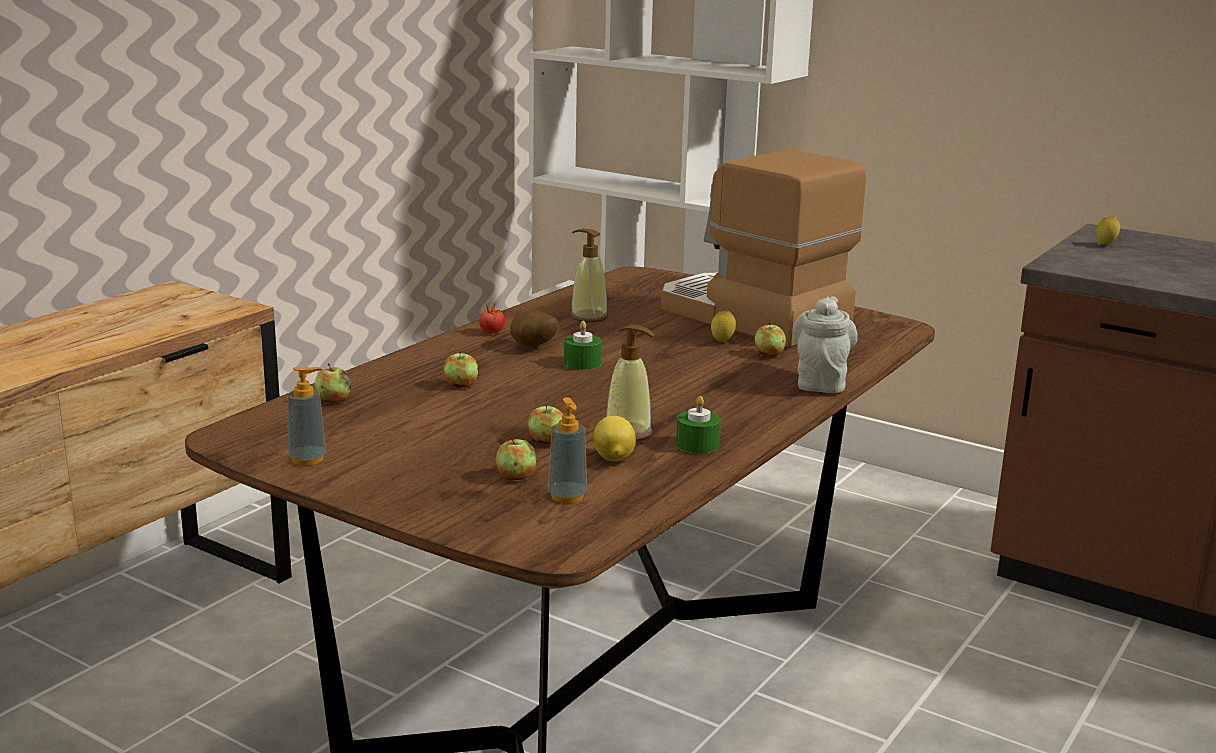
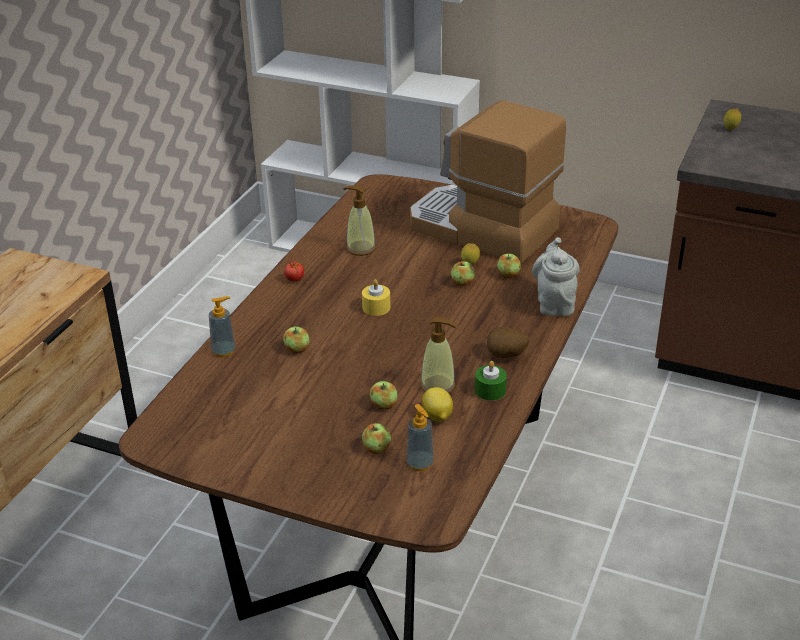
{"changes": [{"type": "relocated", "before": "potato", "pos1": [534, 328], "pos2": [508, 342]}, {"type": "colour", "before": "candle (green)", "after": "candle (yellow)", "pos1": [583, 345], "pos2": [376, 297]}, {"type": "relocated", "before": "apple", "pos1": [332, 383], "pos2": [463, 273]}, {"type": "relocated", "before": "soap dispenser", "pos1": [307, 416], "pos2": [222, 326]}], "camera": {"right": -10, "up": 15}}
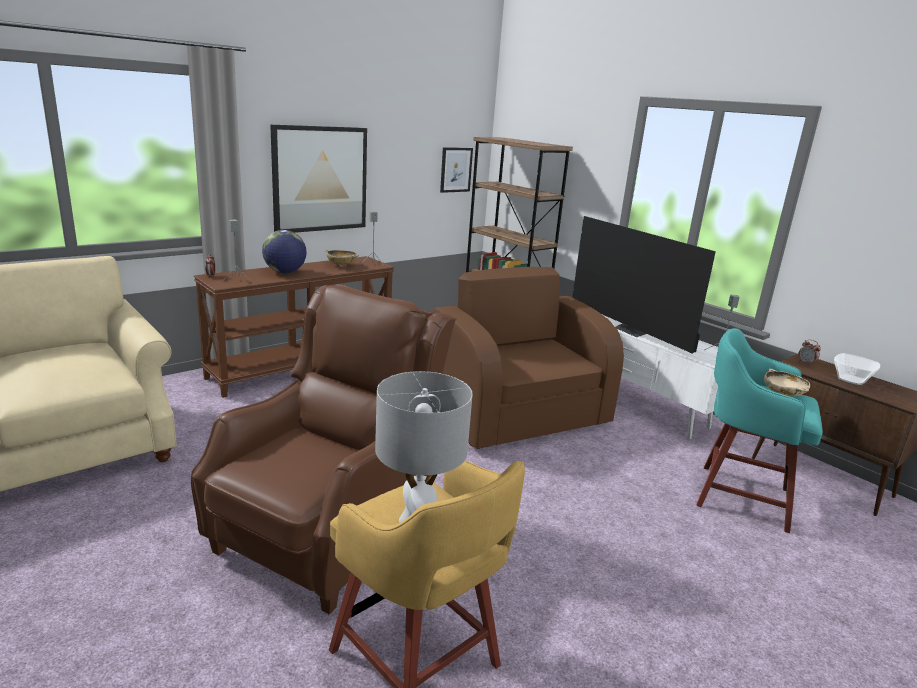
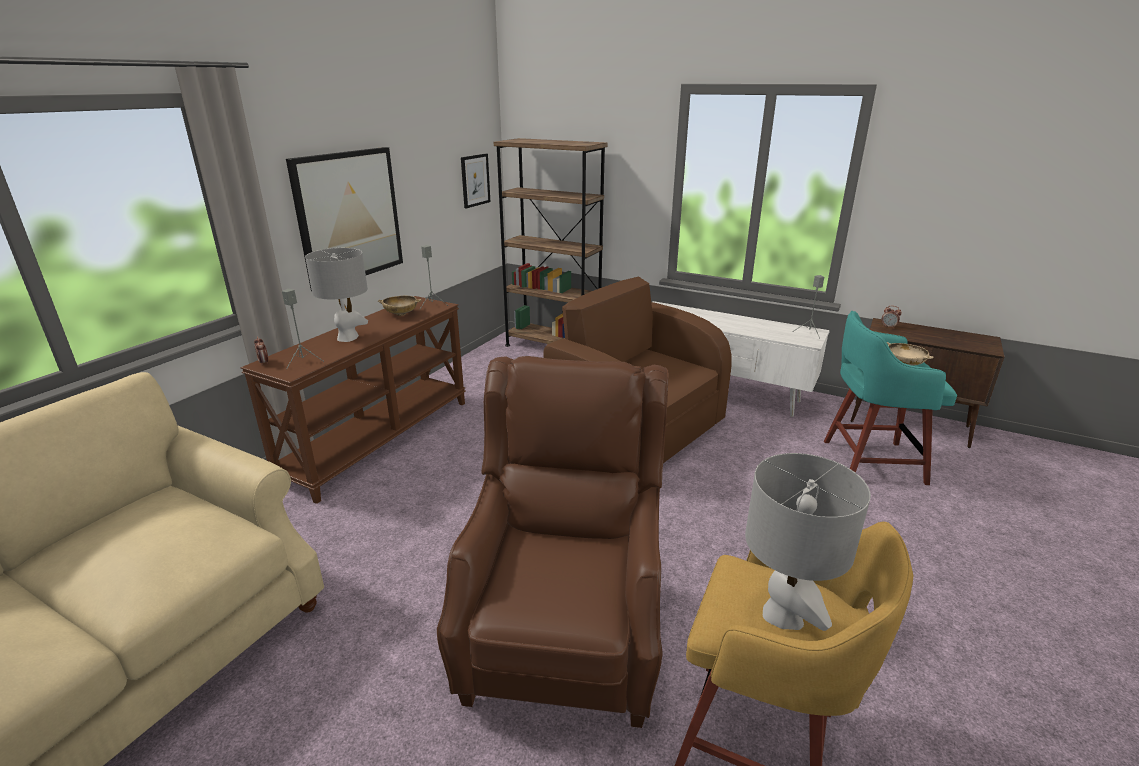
{"changes": [{"type": "missing", "before": "television", "pos1": [644, 284]}, {"type": "exchanged", "before": "globe", "after": "table lamp (grey)", "pos1": [284, 251], "pos2": [336, 295]}, {"type": "missing", "before": "bowl", "pos1": [857, 369]}], "camera": {"right": -20, "up": 5}}
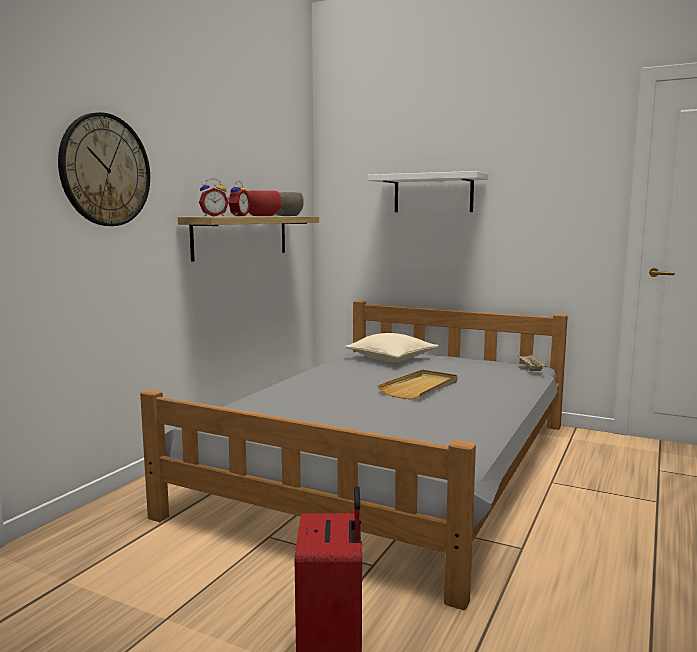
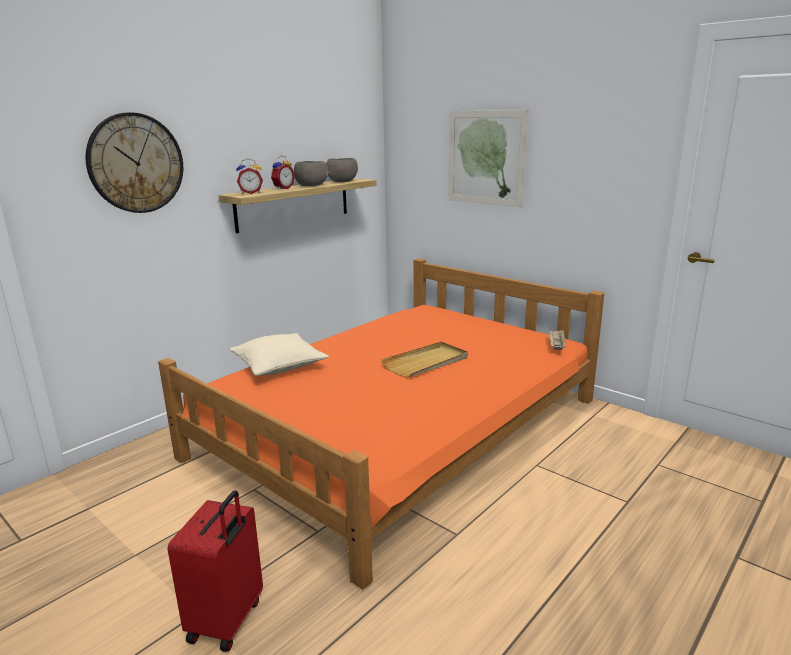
{"changes": [{"type": "exchanged", "before": "shelf (white)", "after": "picture", "pos1": [428, 191], "pos2": [488, 159]}, {"type": "colour", "before": "bowl (red)", "after": "bowl (grey)", "pos1": [265, 203], "pos2": [311, 173]}, {"type": "colour", "before": "bed (grey)", "after": "bed (orange)", "pos1": [354, 455], "pos2": [381, 423]}, {"type": "relocated", "before": "pillow (beige)", "pos1": [392, 347], "pos2": [279, 354]}], "camera": {"right": 15, "up": 10}}
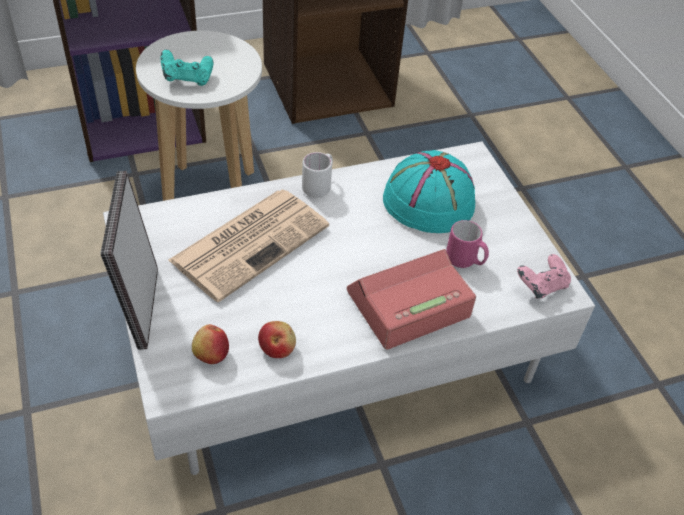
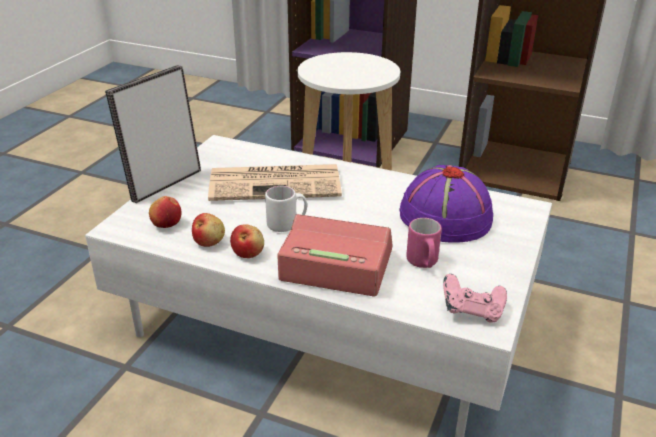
{"changes": [{"type": "missing", "before": "game controller (turquoise)", "pos1": [187, 68]}, {"type": "colour", "before": "hat (turquoise)", "after": "hat (purple)", "pos1": [429, 191], "pos2": [446, 204]}, {"type": "relocated", "before": "mug (white)", "pos1": [317, 175], "pos2": [286, 209]}, {"type": "appeared", "after": "apple", "pos2": [247, 241]}], "camera": {"right": 45, "up": -15}}
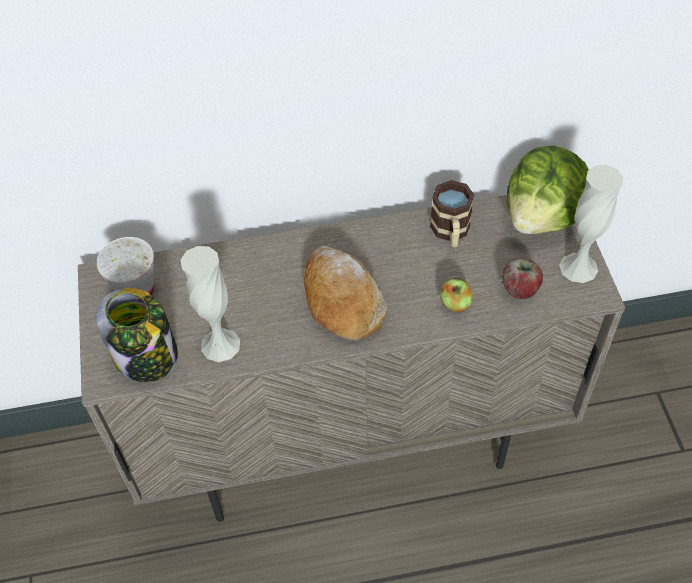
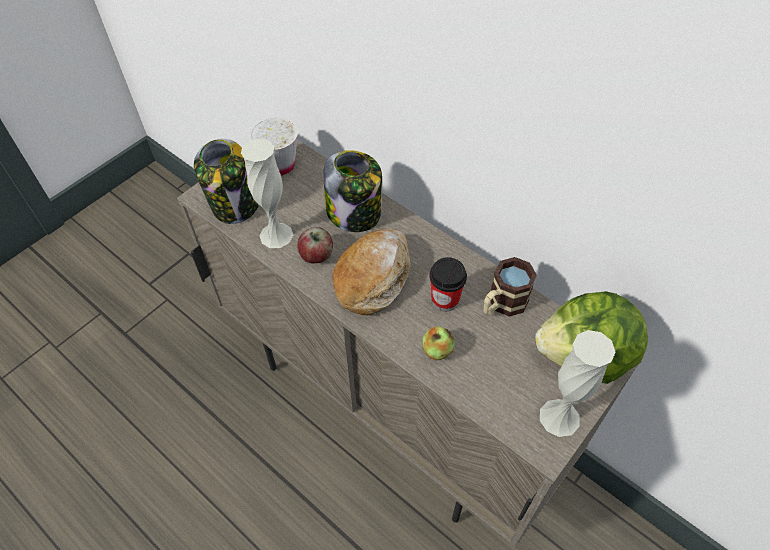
{"changes": [{"type": "relocated", "before": "apple", "pos1": [522, 278], "pos2": [315, 245]}, {"type": "appeared", "after": "jar", "pos2": [352, 191]}, {"type": "appeared", "after": "cup", "pos2": [448, 284]}], "camera": {"right": 50, "up": 0}}
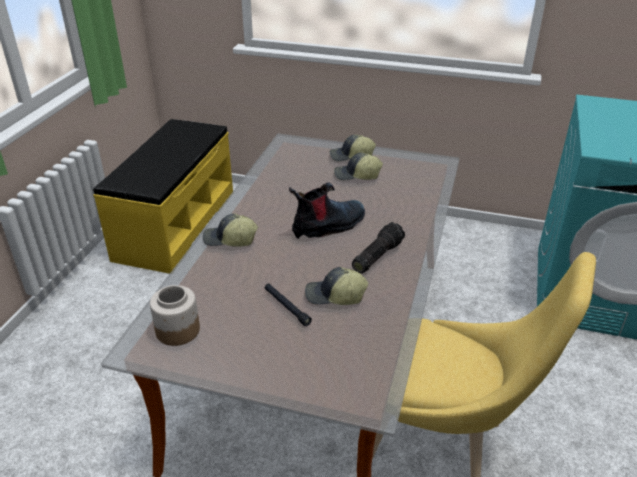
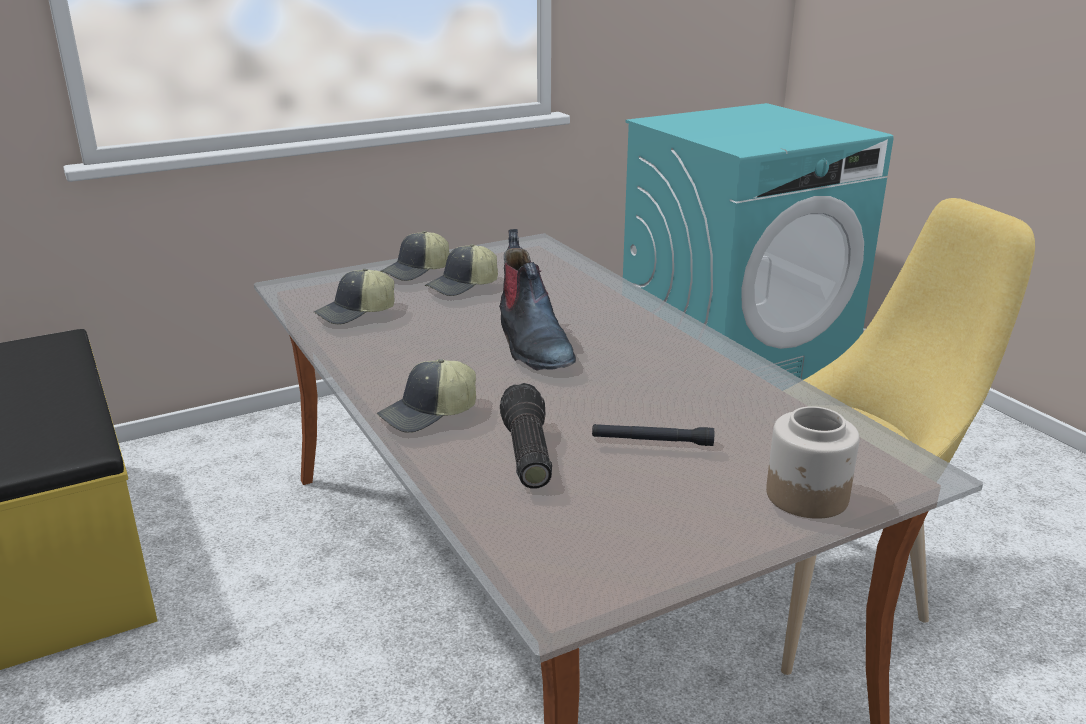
{"changes": [{"type": "spun", "before": "boot", "pos1": [327, 210], "pos2": [537, 300], "turn": 150}, {"type": "relocated", "before": "flashlight", "pos1": [378, 247], "pos2": [526, 436]}, {"type": "relocated", "before": "cap", "pos1": [337, 286], "pos2": [354, 296]}, {"type": "relocated", "before": "jar", "pos1": [175, 315], "pos2": [813, 462]}], "camera": {"right": -45, "up": -10}}
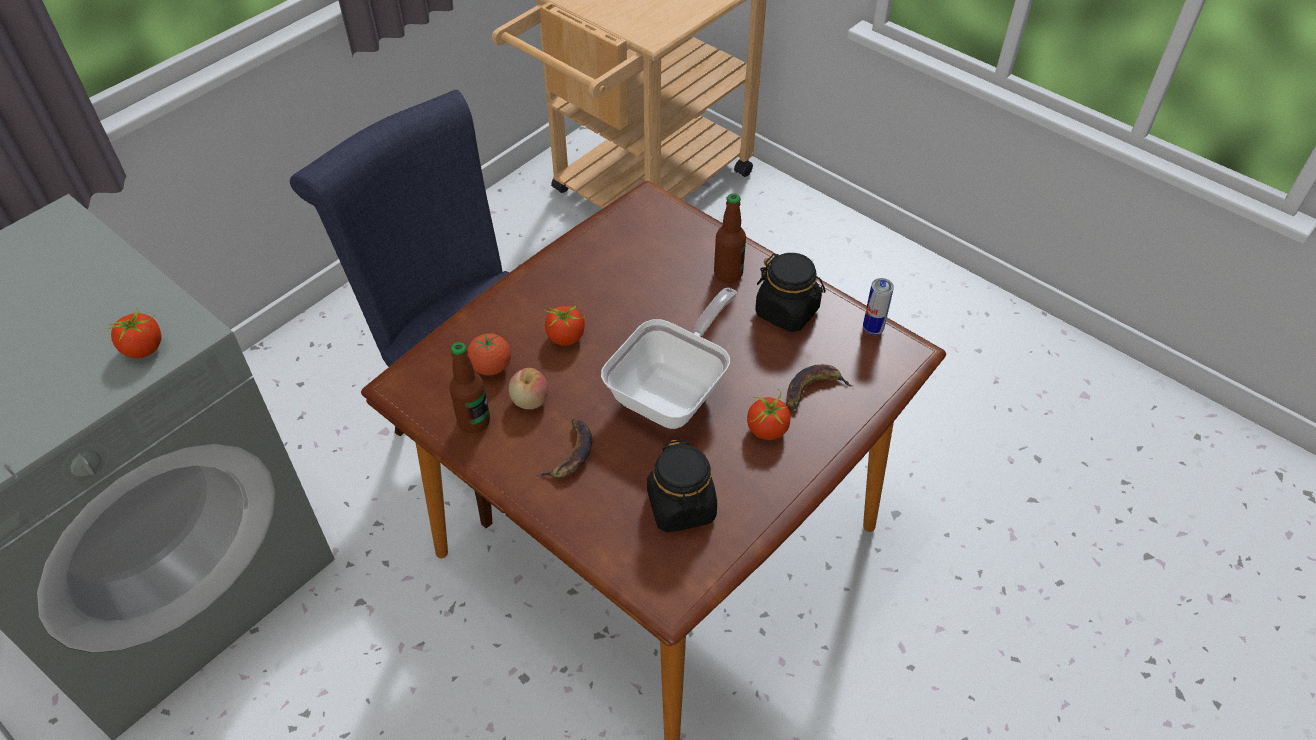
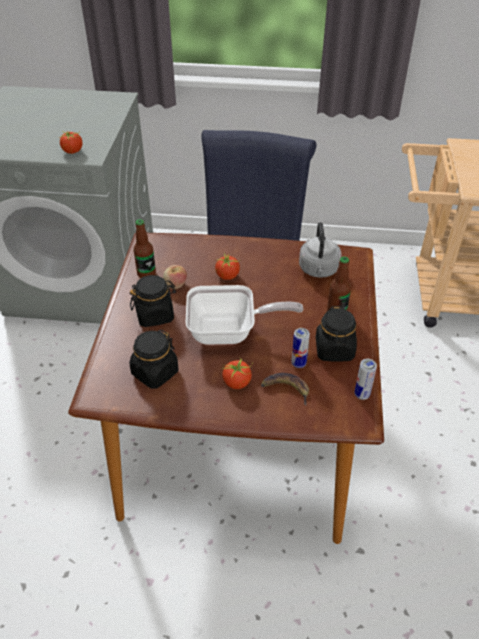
{"changes": [{"type": "missing", "before": "tomato", "pos1": [489, 354]}, {"type": "exchanged", "before": "banana", "after": "jar (black)", "pos1": [564, 448], "pos2": [153, 301]}, {"type": "appeared", "after": "kettle (grey)", "pos2": [320, 250]}, {"type": "appeared", "after": "can", "pos2": [301, 348]}], "camera": {"right": 55, "up": -5}}
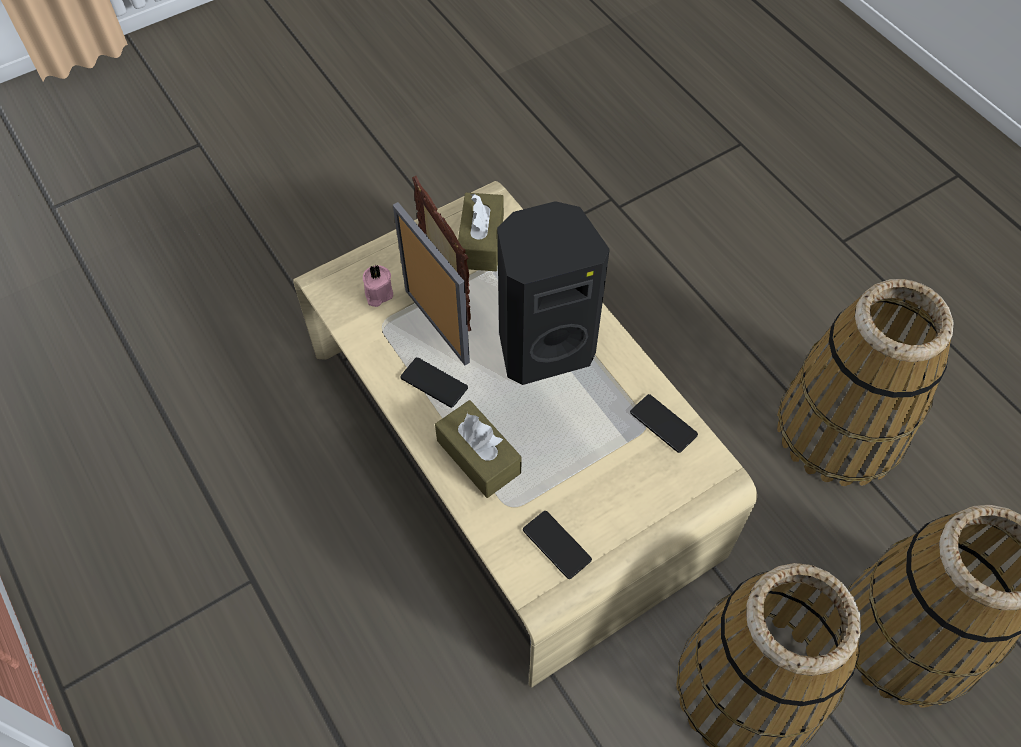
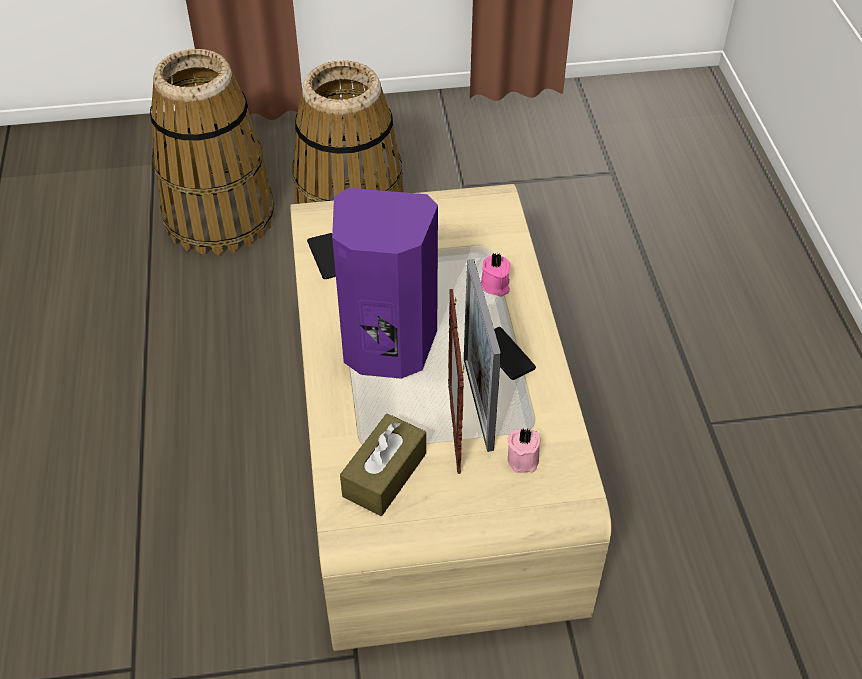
{"changes": [{"type": "colour", "before": "speaker (black)", "after": "speaker (purple)", "pos1": [553, 293], "pos2": [385, 283]}, {"type": "missing", "before": "basket", "pos1": [865, 382]}, {"type": "exchanged", "before": "tissue box (brown)", "after": "candle (pink)", "pos1": [478, 449], "pos2": [495, 275]}, {"type": "missing", "before": "phone", "pos1": [557, 545]}], "camera": {"right": -155, "up": -10}}
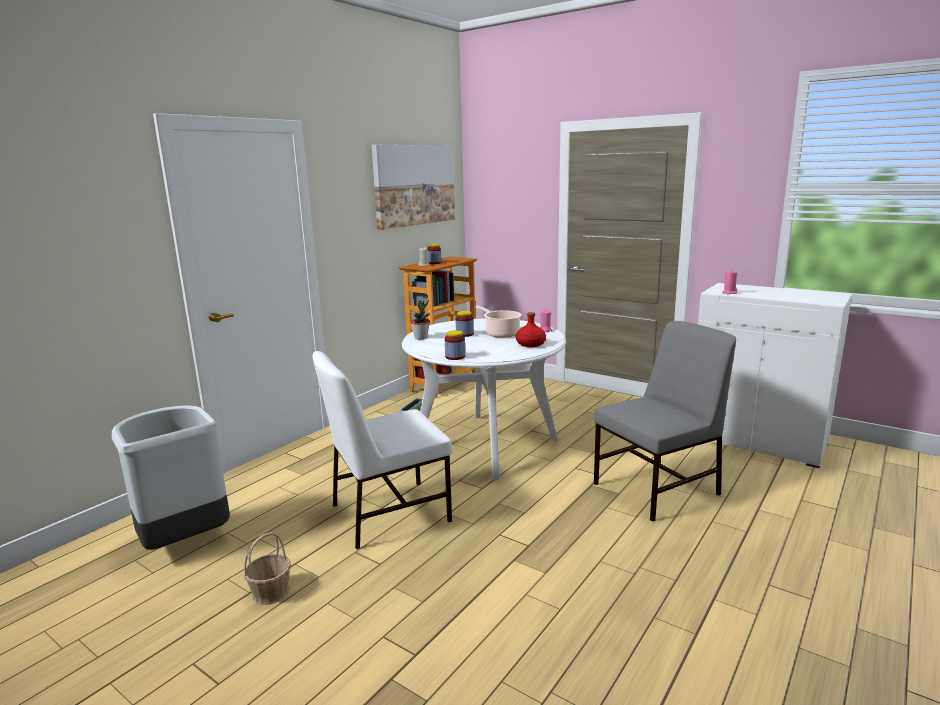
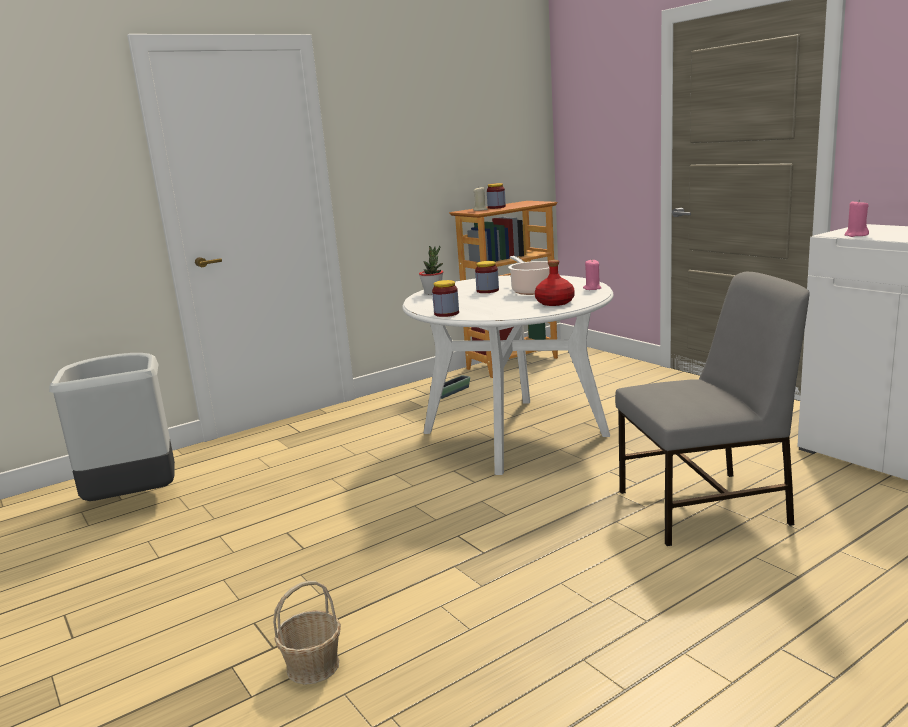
{"changes": [{"type": "missing", "before": "picture", "pos1": [413, 187]}, {"type": "missing", "before": "chair (white)", "pos1": [382, 450]}, {"type": "relocated", "before": "basket", "pos1": [267, 568], "pos2": [307, 633]}], "camera": {"right": 20, "up": 0}}
